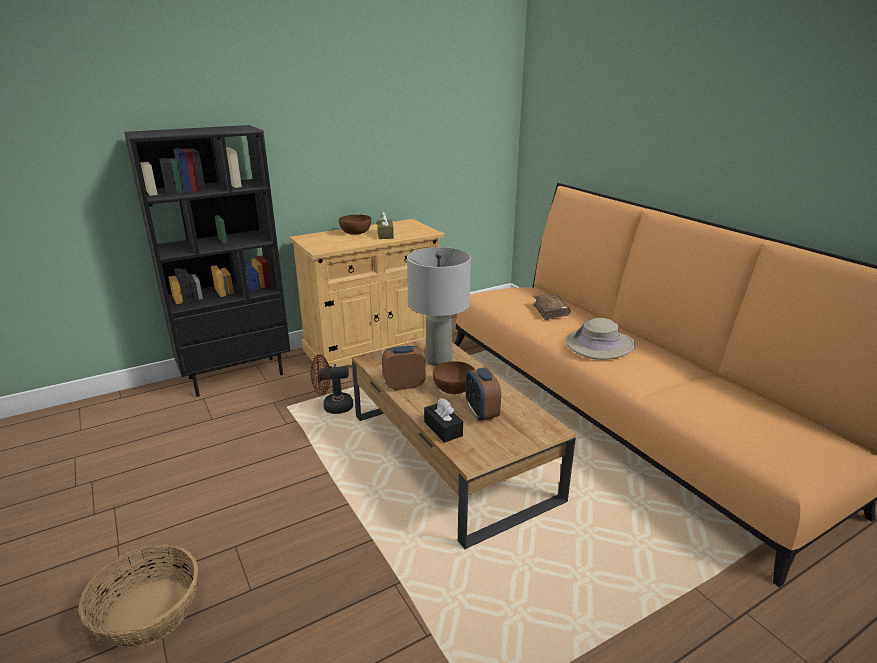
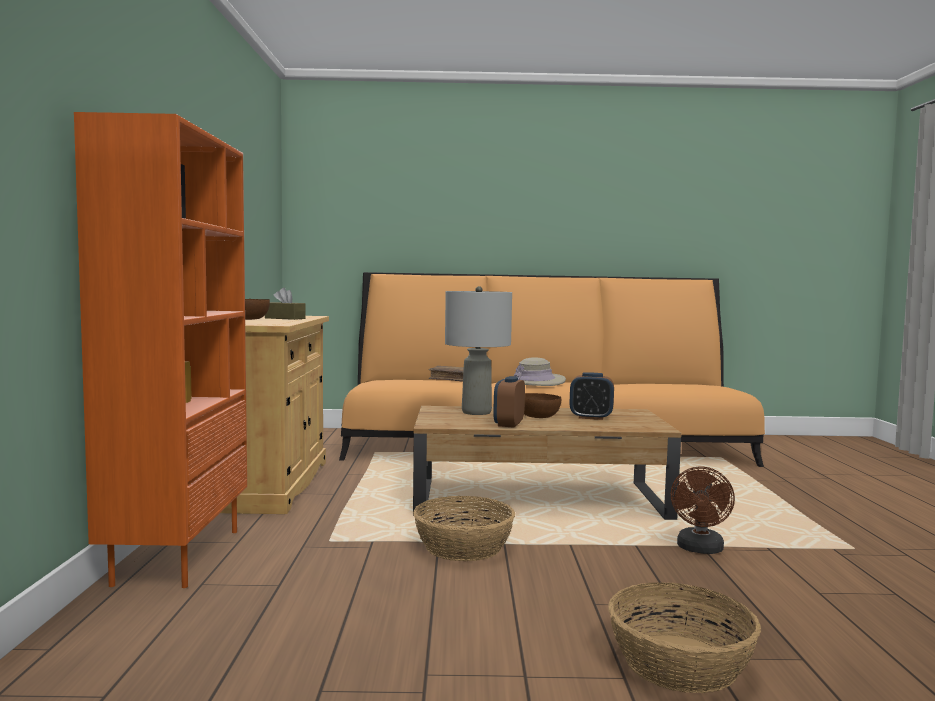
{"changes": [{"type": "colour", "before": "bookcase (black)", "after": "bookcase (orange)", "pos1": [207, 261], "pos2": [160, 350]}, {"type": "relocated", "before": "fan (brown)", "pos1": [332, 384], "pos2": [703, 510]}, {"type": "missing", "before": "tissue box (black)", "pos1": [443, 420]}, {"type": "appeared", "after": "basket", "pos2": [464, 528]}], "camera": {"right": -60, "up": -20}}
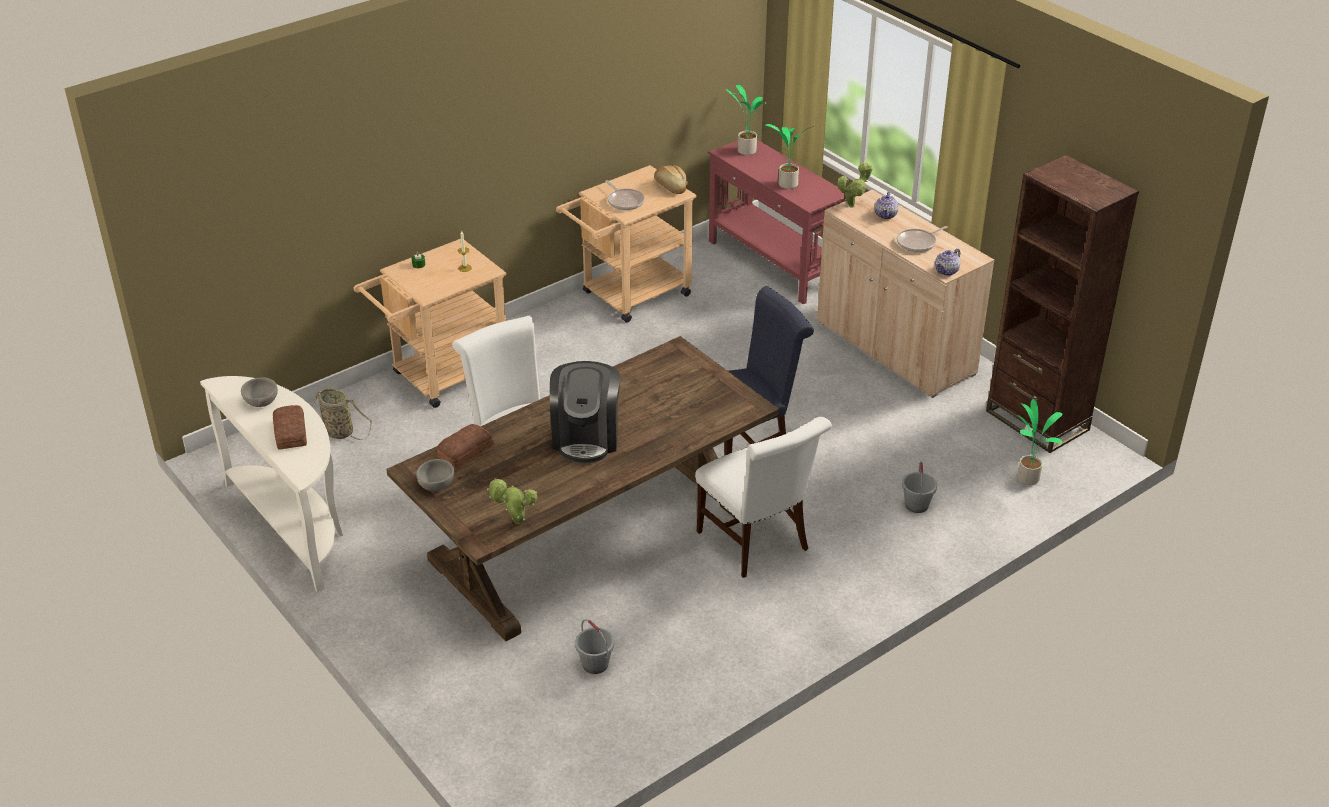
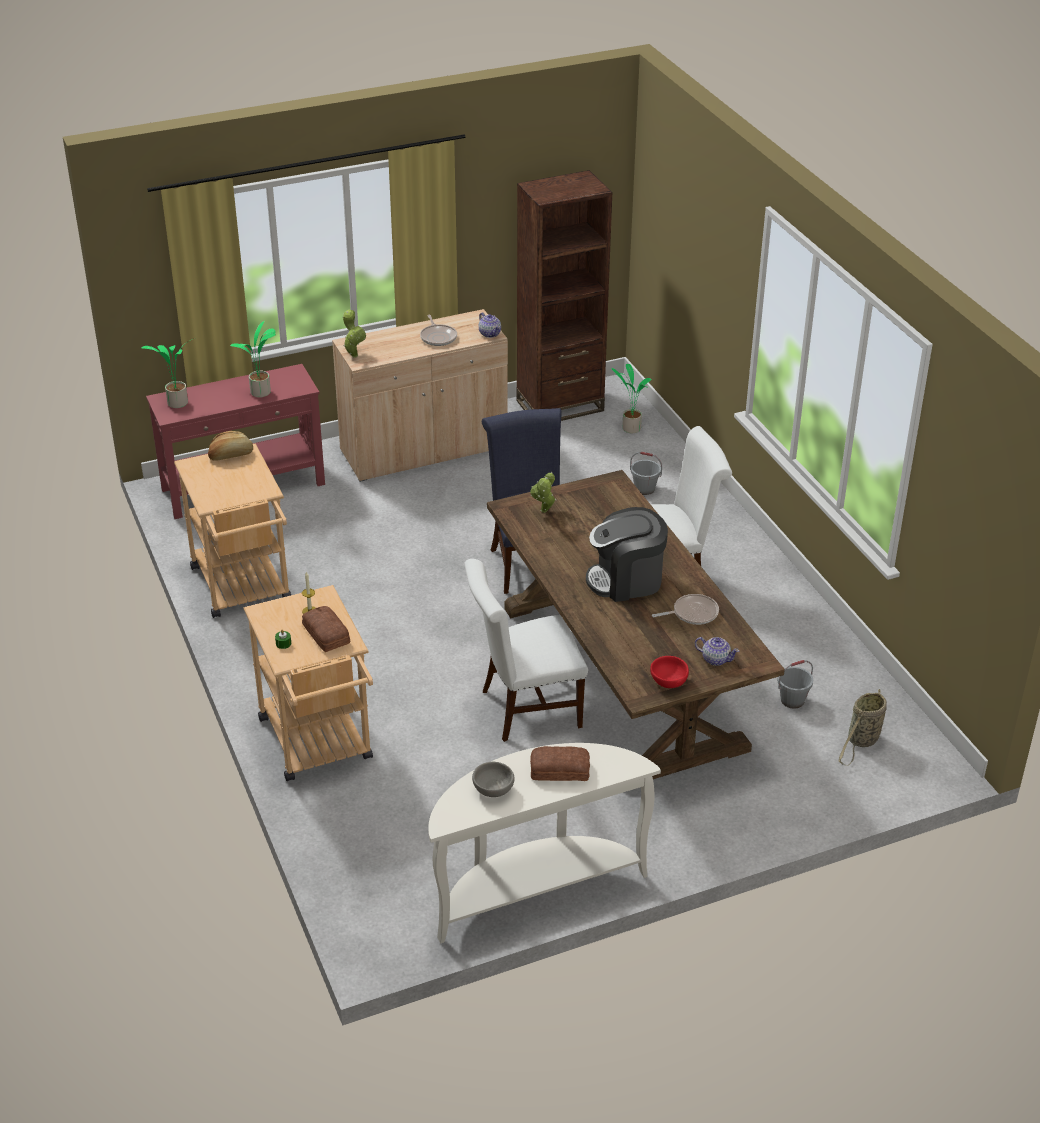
{"changes": [{"type": "relocated", "before": "frying pan", "pos1": [625, 195], "pos2": [685, 609]}, {"type": "relocated", "before": "teapot", "pos1": [886, 205], "pos2": [717, 651]}, {"type": "spun", "before": "coffee machine", "pos1": [585, 412], "pos2": [627, 554], "turn": 150}, {"type": "relocated", "before": "basket", "pos1": [341, 414], "pos2": [862, 727]}, {"type": "relocated", "before": "bread", "pos1": [465, 446], "pos2": [326, 629]}, {"type": "colour", "before": "bowl (grey)", "after": "bowl (red)", "pos1": [435, 475], "pos2": [669, 672]}, {"type": "relocated", "before": "potted plant", "pos1": [512, 501], "pos2": [543, 492]}], "camera": {"right": -75, "up": 0}}
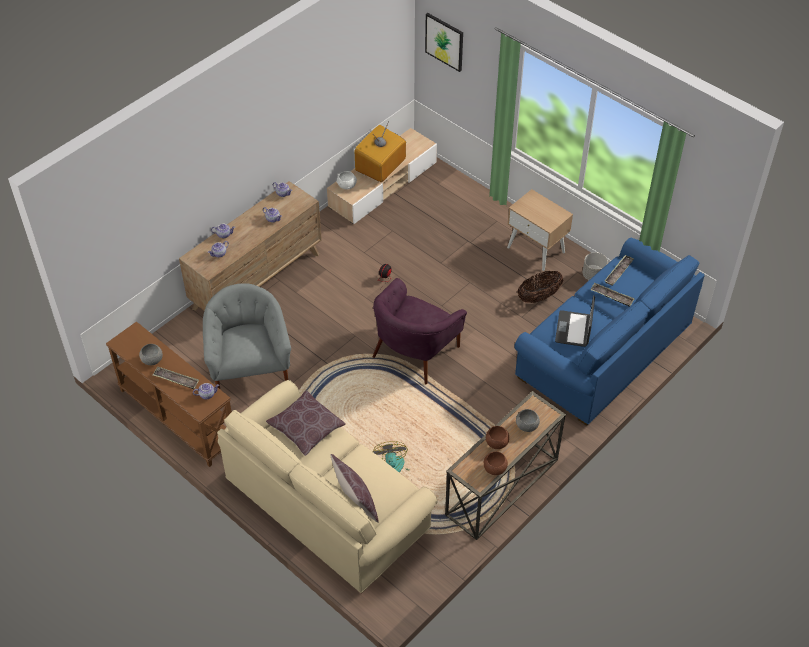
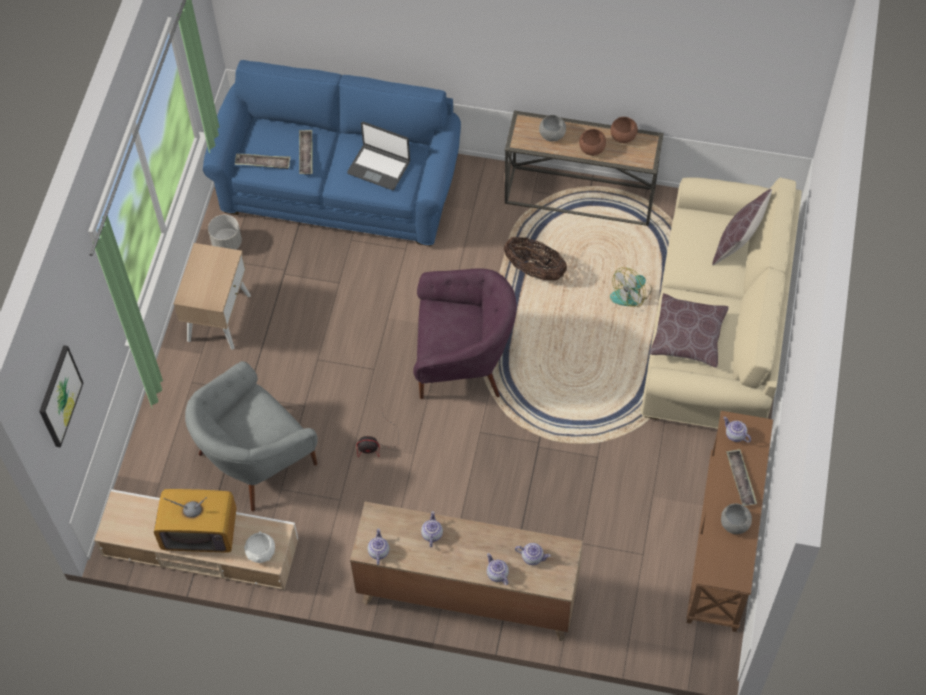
{"changes": [{"type": "relocated", "before": "basket", "pos1": [540, 287], "pos2": [535, 258]}, {"type": "relocated", "before": "armchair (grey)", "pos1": [247, 336], "pos2": [251, 436]}, {"type": "spun", "before": "laptop", "pos1": [575, 321], "pos2": [378, 156], "turn": 45}], "camera": {"right": -120, "up": 10}}
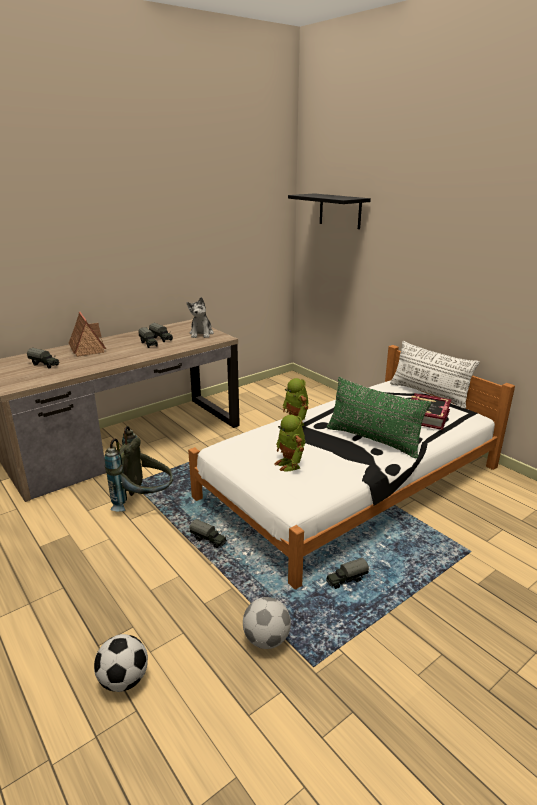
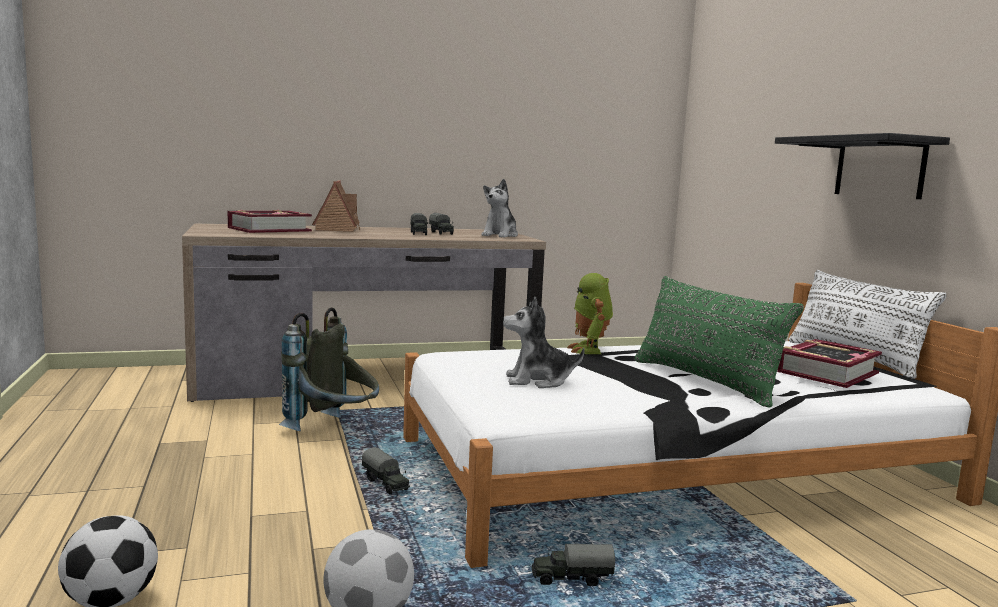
{"changes": [{"type": "relocated", "before": "shelf (black)", "pos1": [329, 211], "pos2": [862, 166]}, {"type": "exchanged", "before": "toy truck", "after": "book", "pos1": [43, 358], "pos2": [270, 221]}, {"type": "exchanged", "before": "toy robot", "after": "plush toy", "pos1": [290, 443], "pos2": [544, 342]}], "camera": {"right": 20, "up": -15}}
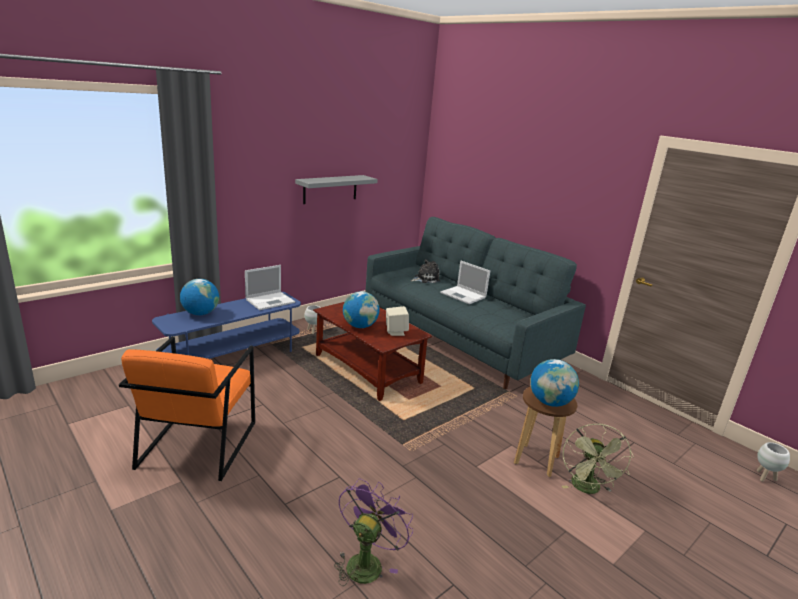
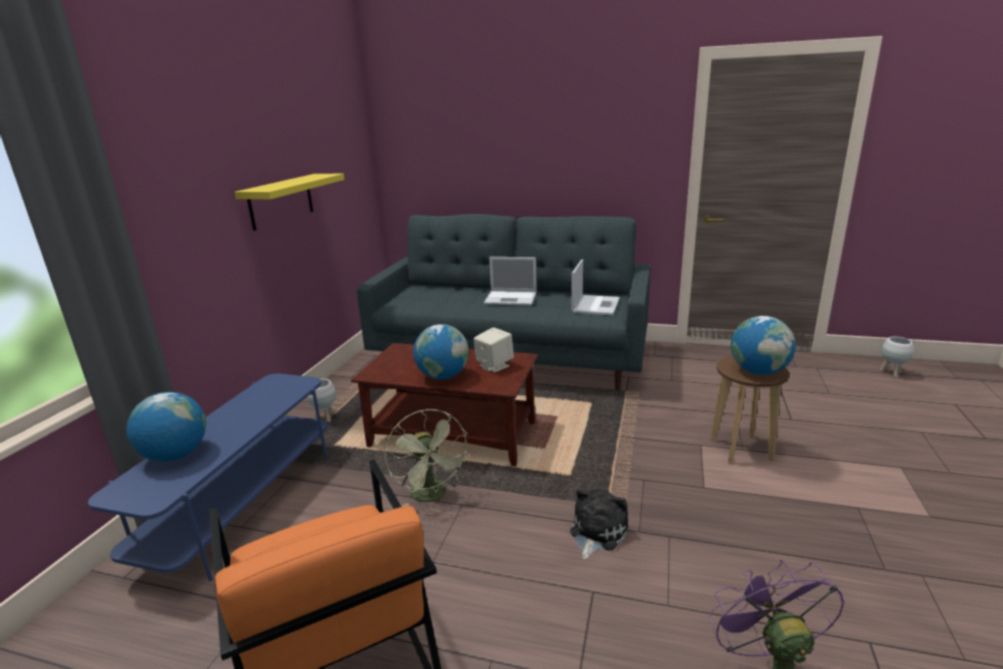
{"changes": [{"type": "colour", "before": "shelf (grey)", "after": "shelf (yellow)", "pos1": [336, 189], "pos2": [289, 202]}, {"type": "relocated", "before": "plush toy", "pos1": [425, 271], "pos2": [599, 524]}, {"type": "relocated", "before": "laptop", "pos1": [270, 287], "pos2": [595, 287]}, {"type": "relocated", "before": "fan (green)", "pos1": [598, 459], "pos2": [427, 458]}], "camera": {"right": -30, "up": 0}}
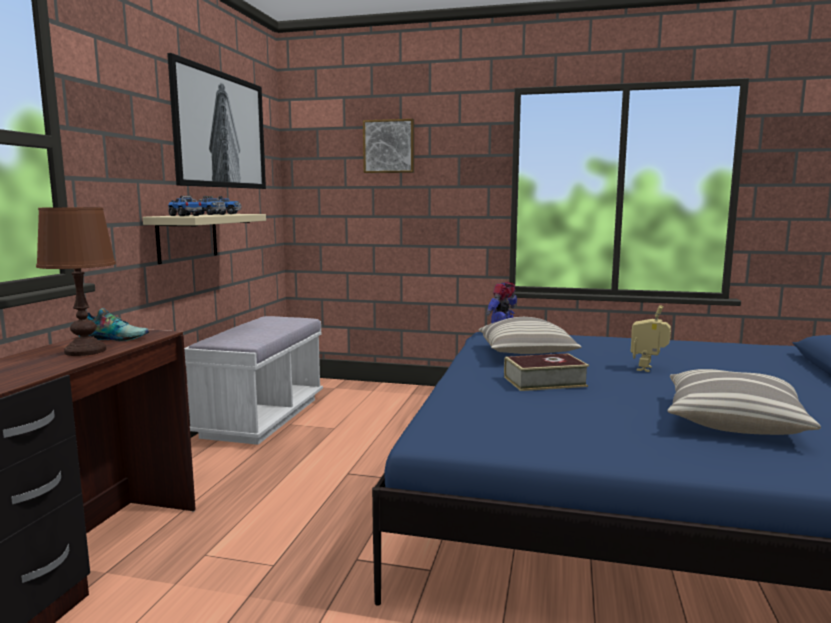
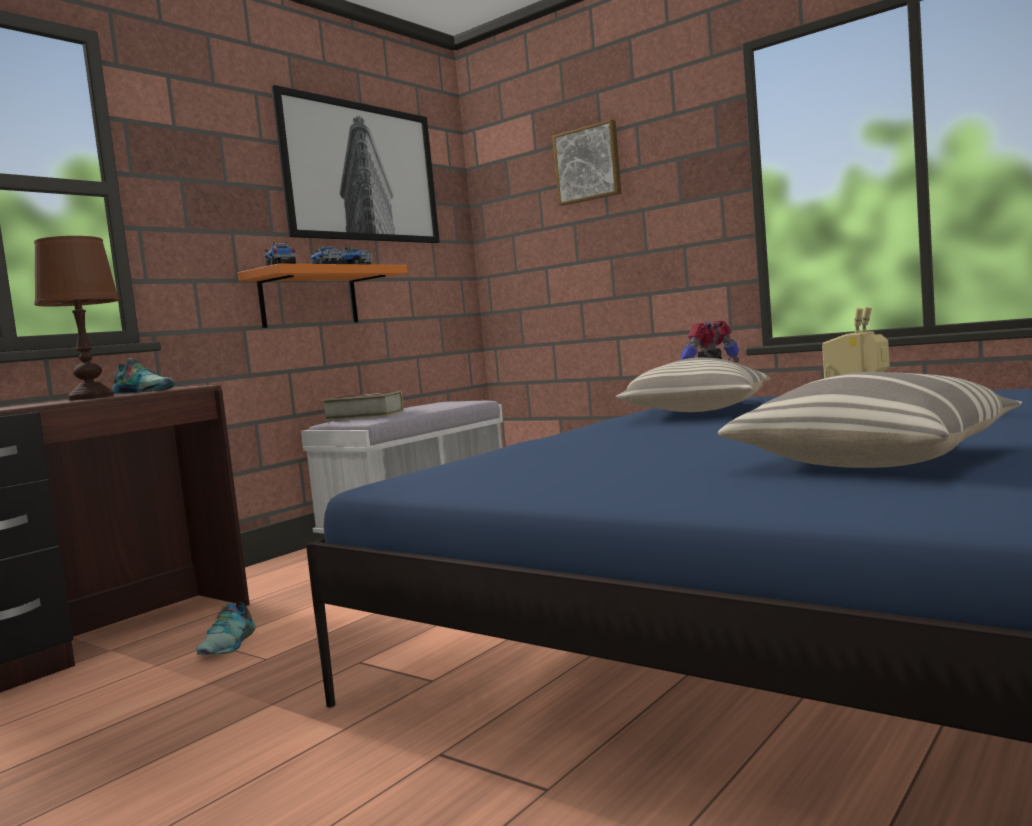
{"changes": [{"type": "colour", "before": "shelf (beige)", "after": "shelf (orange)", "pos1": [204, 239], "pos2": [323, 296]}, {"type": "relocated", "before": "book", "pos1": [546, 372], "pos2": [362, 406]}, {"type": "appeared", "after": "shoe", "pos2": [226, 628]}], "camera": {"right": 25, "up": -5}}
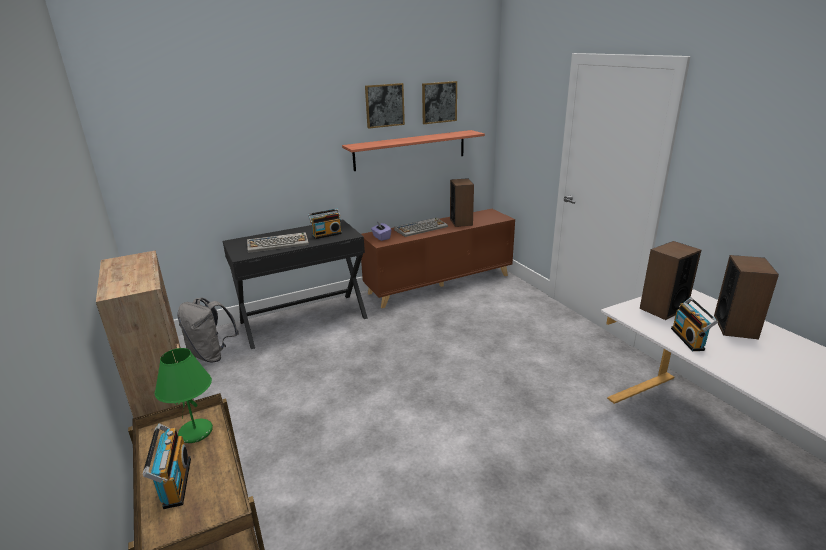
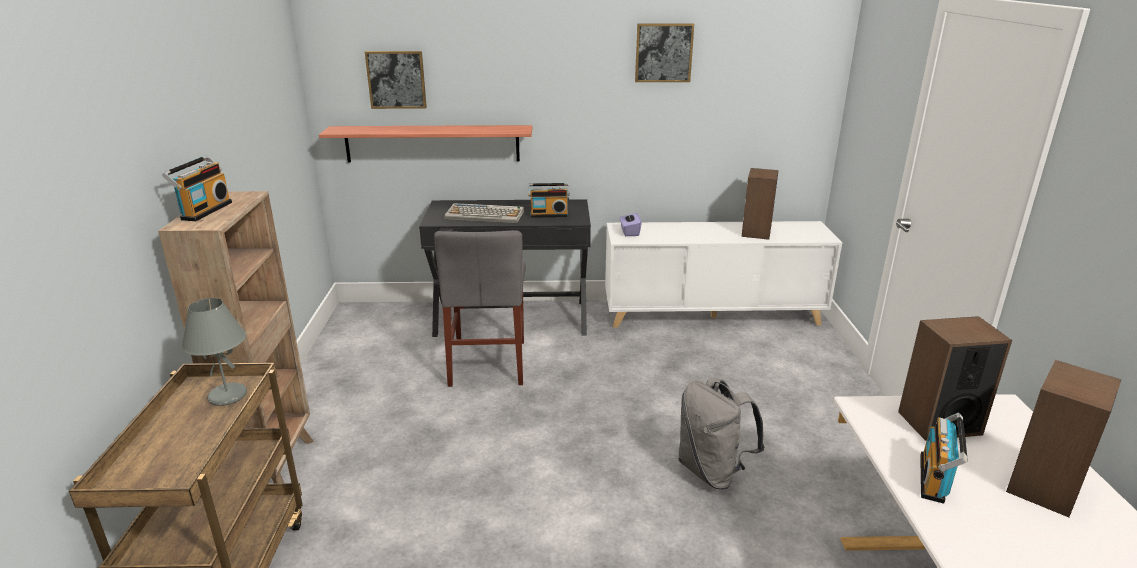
{"changes": [{"type": "relocated", "before": "picture", "pos1": [439, 102], "pos2": [396, 80]}, {"type": "relocated", "before": "shelf", "pos1": [413, 150], "pos2": [425, 143]}, {"type": "colour", "before": "cabinet (brown)", "after": "cabinet (white)", "pos1": [438, 258], "pos2": [723, 274]}, {"type": "missing", "before": "keyboard", "pos1": [421, 227]}, {"type": "relocated", "before": "backpack (grey)", "pos1": [208, 330], "pos2": [721, 434]}, {"type": "colour", "before": "table lamp (green)", "after": "table lamp (grey)", "pos1": [184, 395], "pos2": [214, 352]}, {"type": "relocated", "before": "radio", "pos1": [166, 466], "pos2": [197, 188]}, {"type": "appeared", "after": "chair (grey)", "pos2": [480, 308]}], "camera": {"right": 25, "up": 0}}
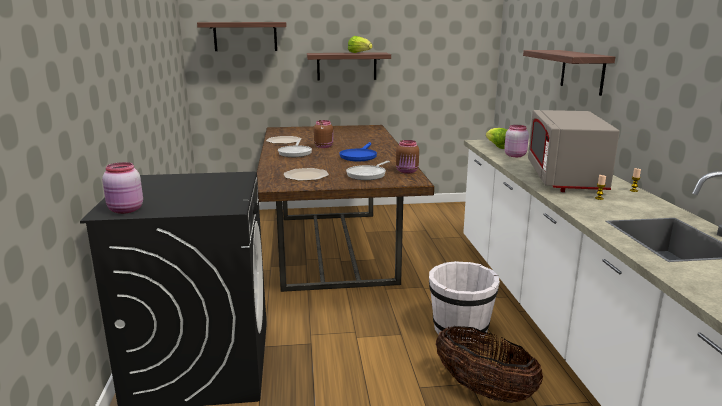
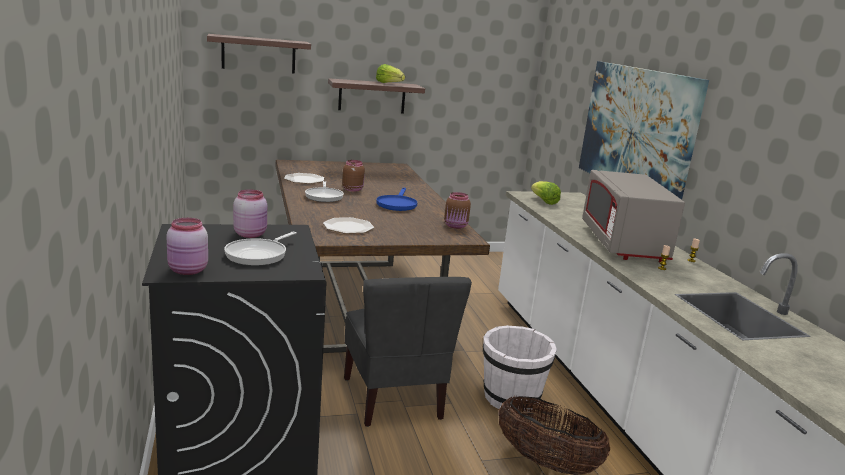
{"changes": [{"type": "exchanged", "before": "shelf", "after": "picture", "pos1": [569, 73], "pos2": [644, 130]}, {"type": "relocated", "before": "jar (pink)", "pos1": [516, 141], "pos2": [250, 214]}, {"type": "relocated", "before": "frying pan", "pos1": [368, 170], "pos2": [260, 249]}, {"type": "appeared", "after": "chair (grey)", "pos2": [408, 352]}], "camera": {"right": -10, "up": 0}}
